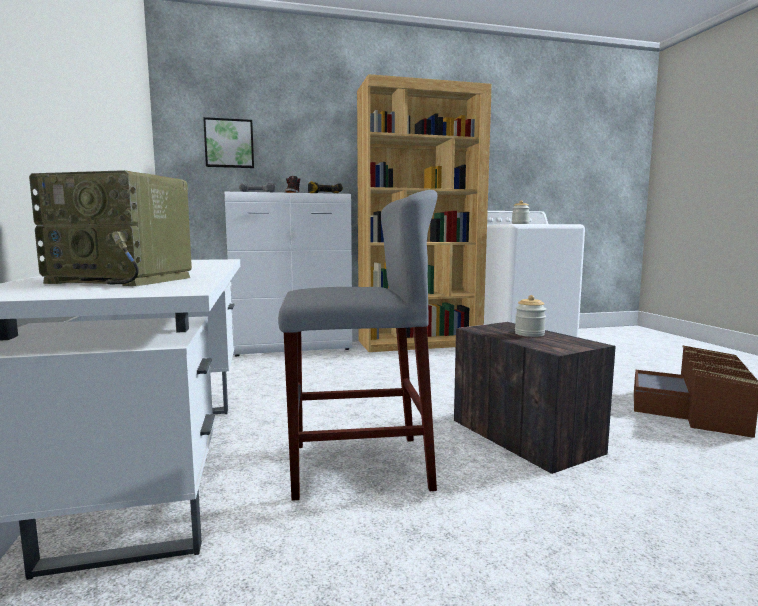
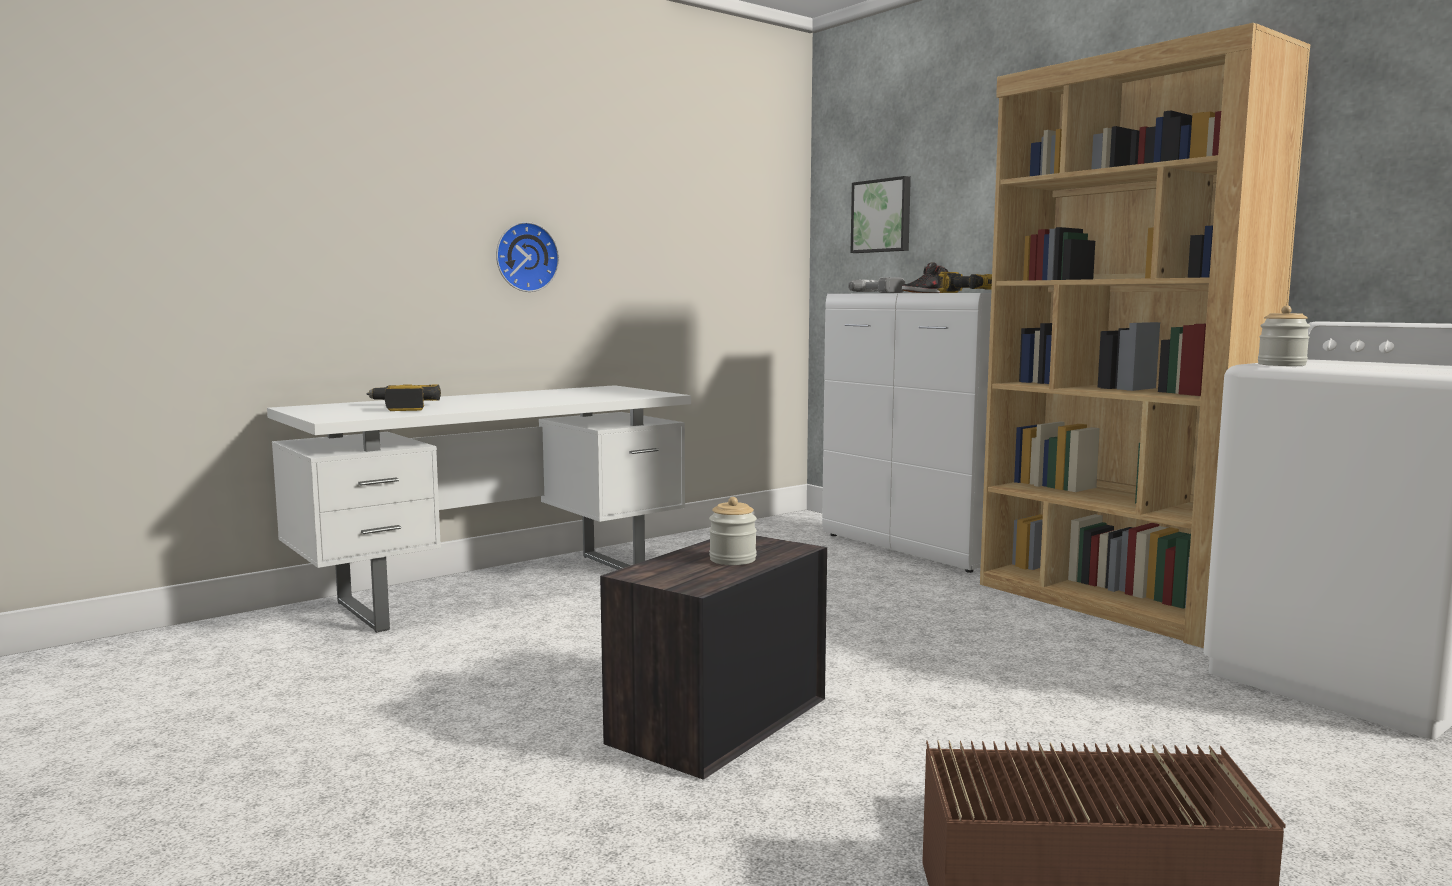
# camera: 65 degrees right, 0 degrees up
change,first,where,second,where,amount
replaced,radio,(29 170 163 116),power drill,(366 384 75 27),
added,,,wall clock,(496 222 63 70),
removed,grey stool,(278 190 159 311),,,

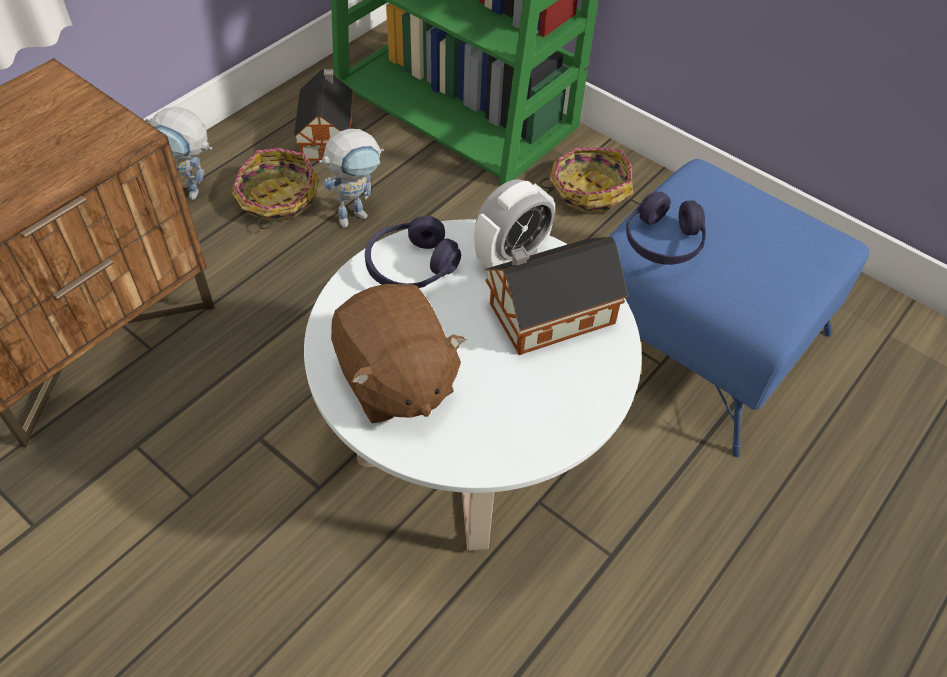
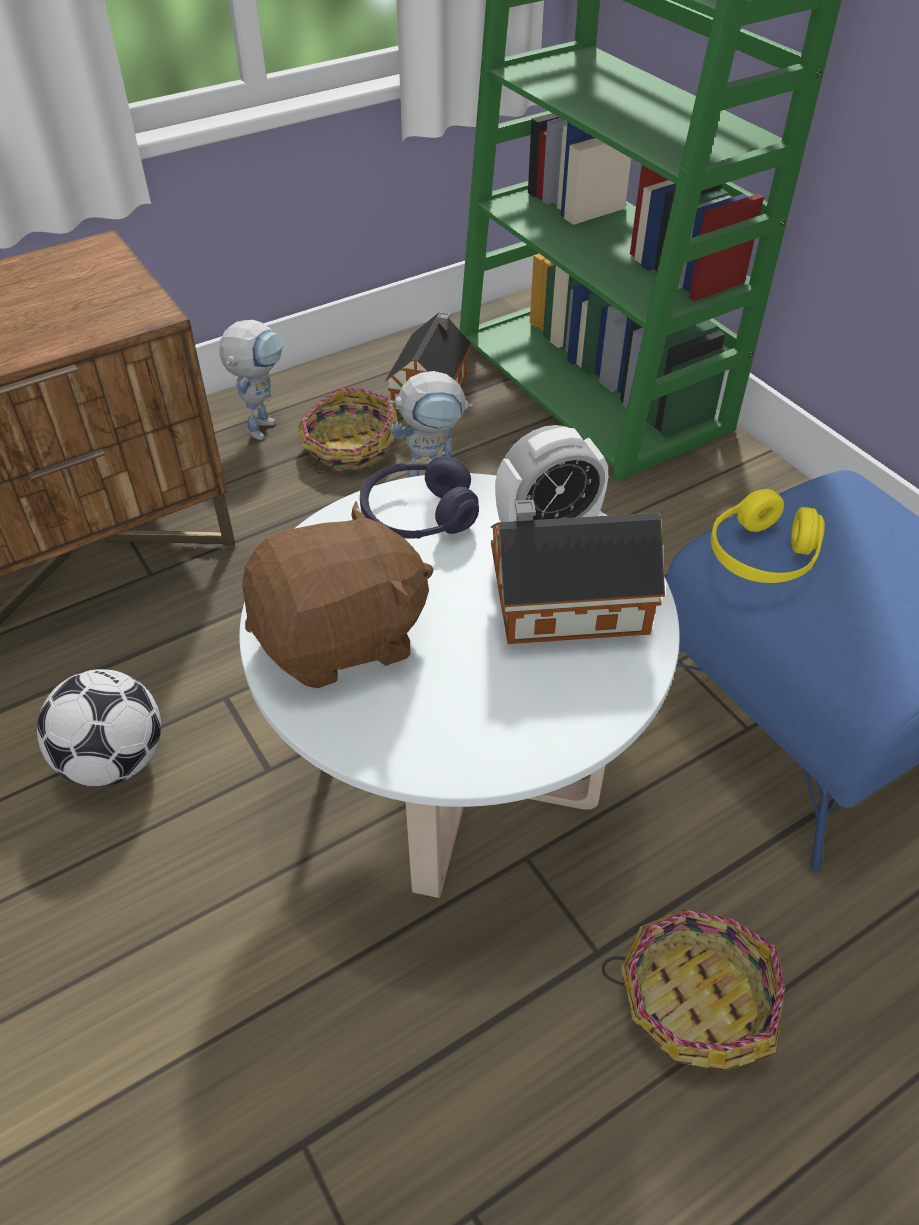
# camera: 20 degrees right, 5 degrees down
change,first,where,second,where,amount
added,,,football,(37 669 124 118),
turned,toy robot,(145 107 67 93),,(220 320 64 120),105 degrees counterclockwise
turned,brown plush toy,(331 284 135 139),,(242 501 192 187),105 degrees counterclockwise
moved,basket,(539 147 95 67),,(602 909 183 162),
recoloured,purple headphones,(626 192 80 73),yellow headphones,(711 489 114 94),

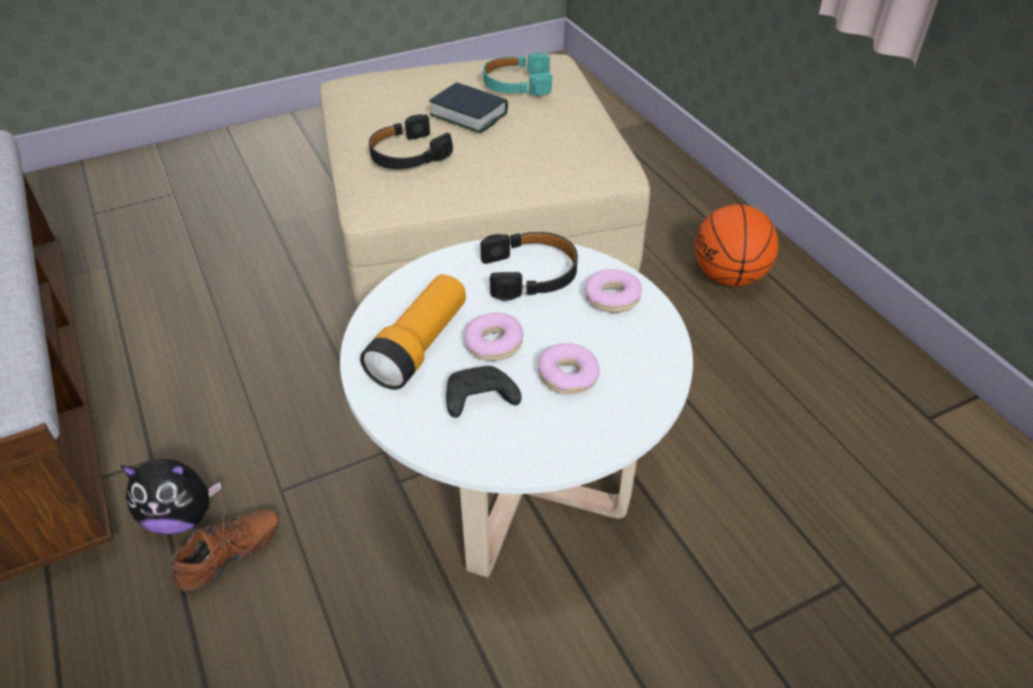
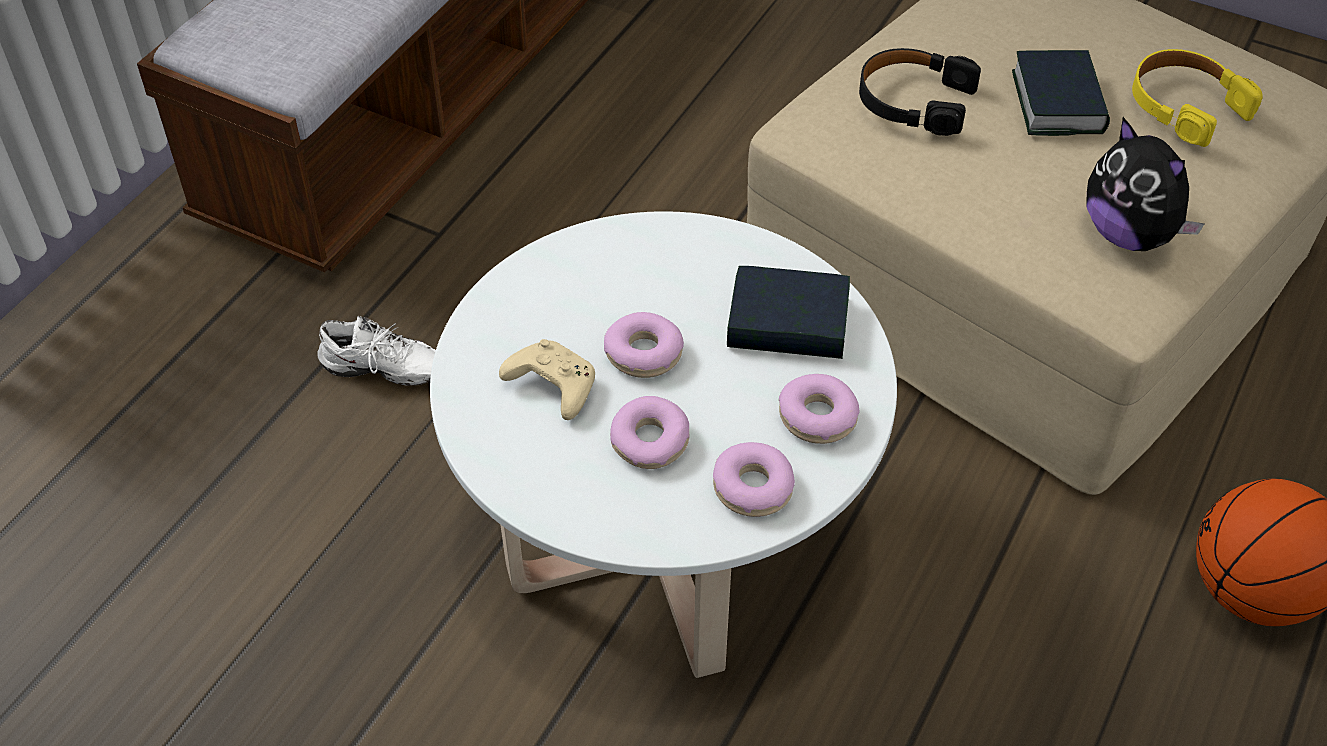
# camera: 55 degrees right, 5 degrees up
change,first,where,second,where,amount
recoloured,brown shoe,(171 509 108 84),white shoe,(317 316 119 70),
recoloured,black game controller,(446 366 76 52),beige game controller,(499 339 96 81),
added,,,donut,(713 442 82 75),
replaced,black headphones,(480 232 98 69),book,(727 266 123 93),
moved,plush toy,(120 459 101 75),,(1086 117 119 134),
recoloured,turquoise headphones,(483 53 69 43),yellow headphones,(1132 49 131 98),
removed,flashlight,(360 274 106 116),,,

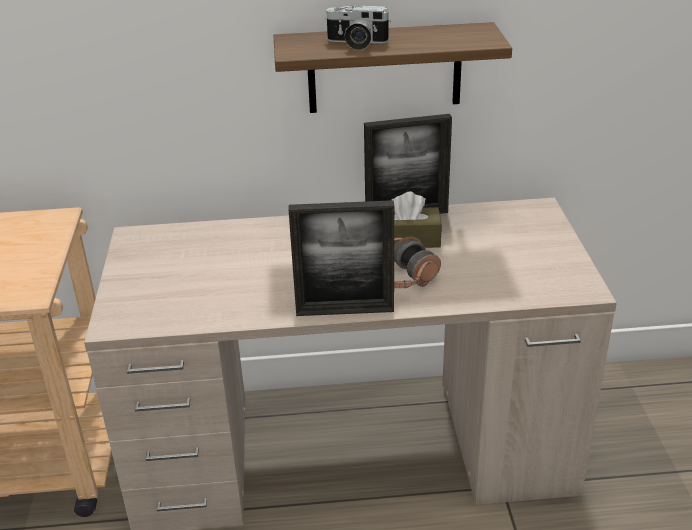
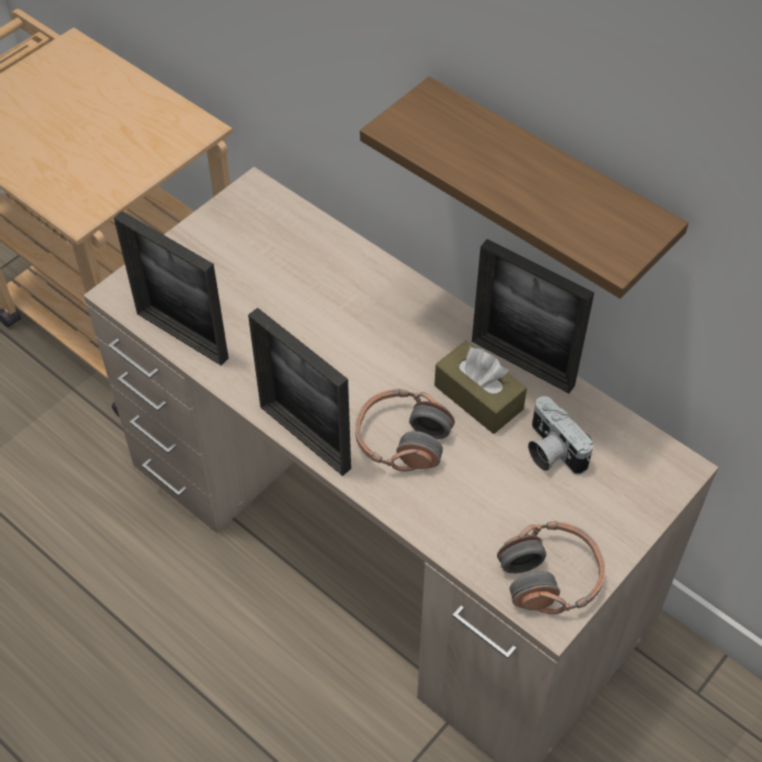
# camera: 45 degrees right, 20 degrees up
change,first,where,second,where,amount
added,,,picture frame,(114 211 115 155),
added,,,headphones,(497 521 108 93),
moved,photo camera,(325 5 66 45),,(528 396 65 79),

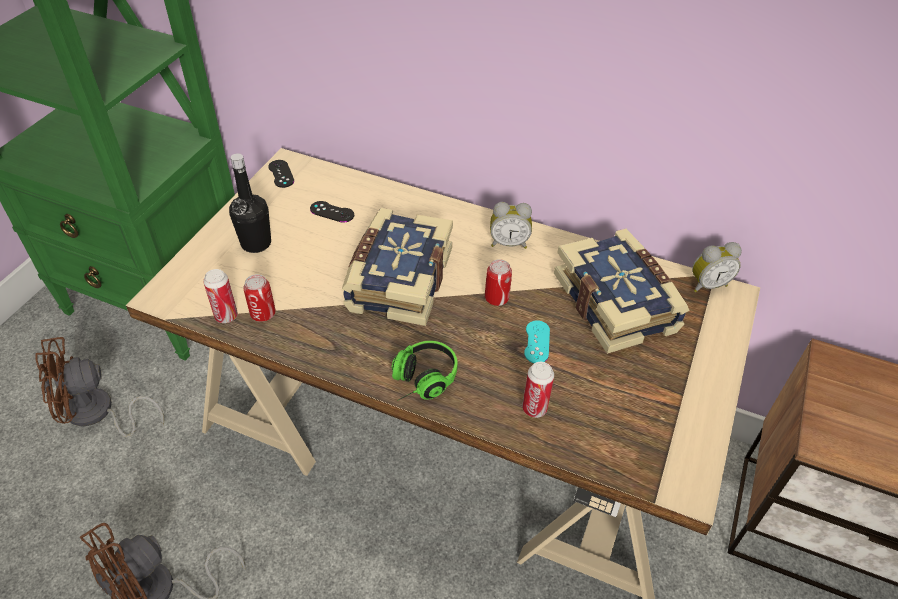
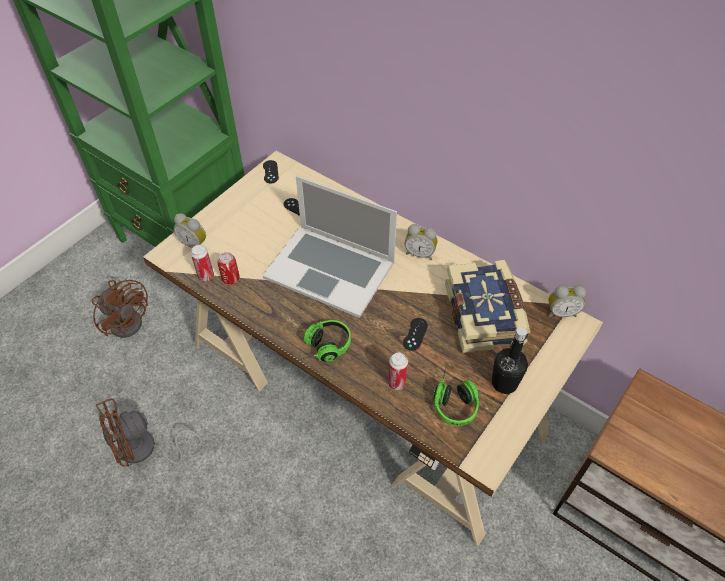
# camera: 15 degrees right, 5 degrees up
change,first,where,second,where,amount
turned,brown fan,(35 337 129 101),,(92 276 56 62),135 degrees counterclockwise
added,,,alarm clock,(174 213 32 35),
replaced,book,(342 208 111 118),laptop,(263 176 134 142),
recoloured,turquoise game controller,(524 320 26 43),black game controller,(403 318 25 33),
added,,,headphones,(433 367 47 59),
moved,black bottle,(229 153 42 100),,(492 327 36 67),
removed,can,(485 259 27 47),,,

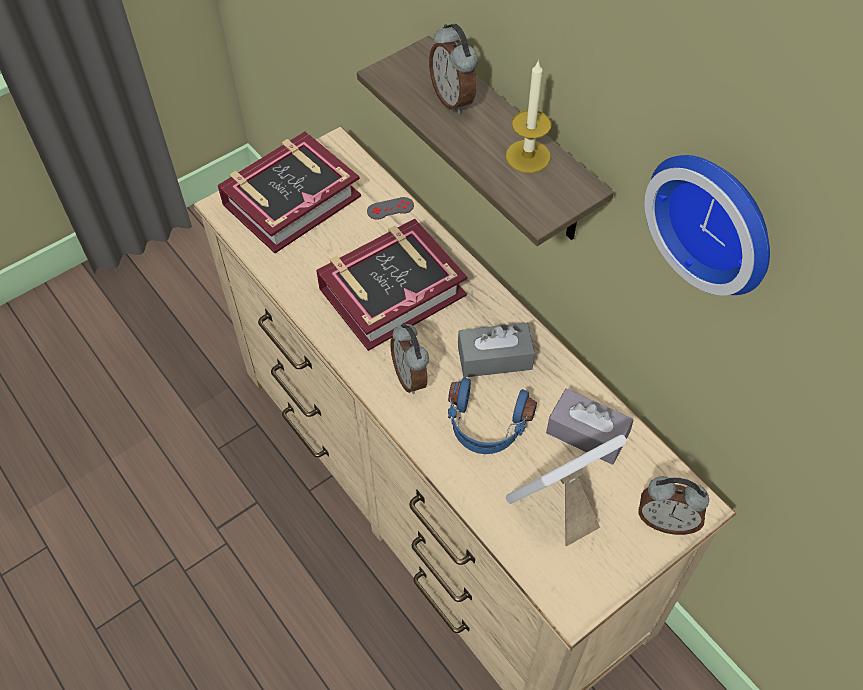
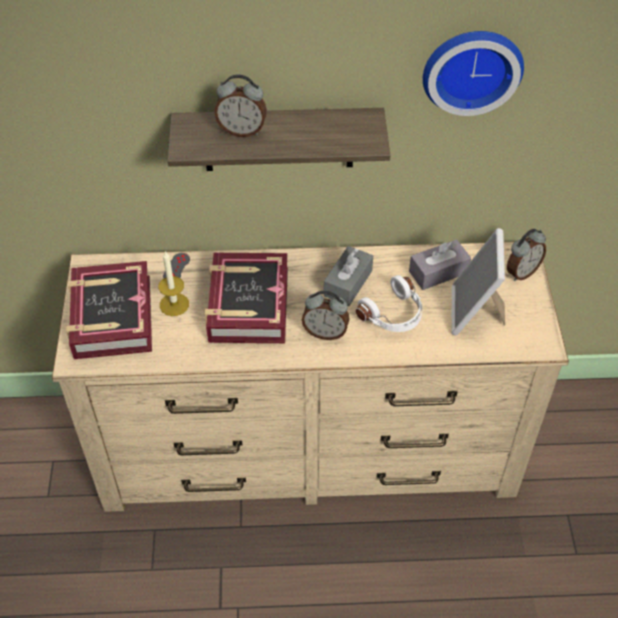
# camera: 55 degrees left, 5 degrees down
change,first,where,second,where,amount
moved,candle,(506 60 45 113),,(158 250 31 66),
recoloured,blue headphones,(448 377 89 77),white headphones,(356 275 66 57),

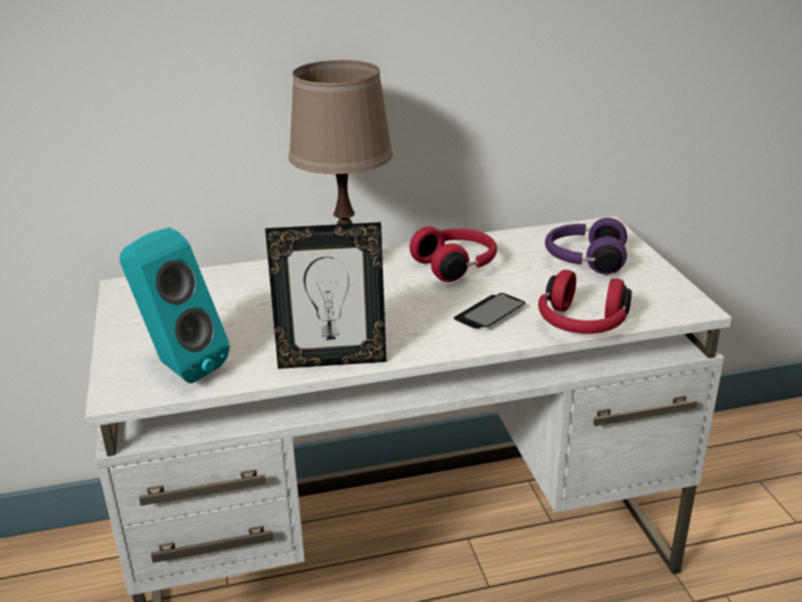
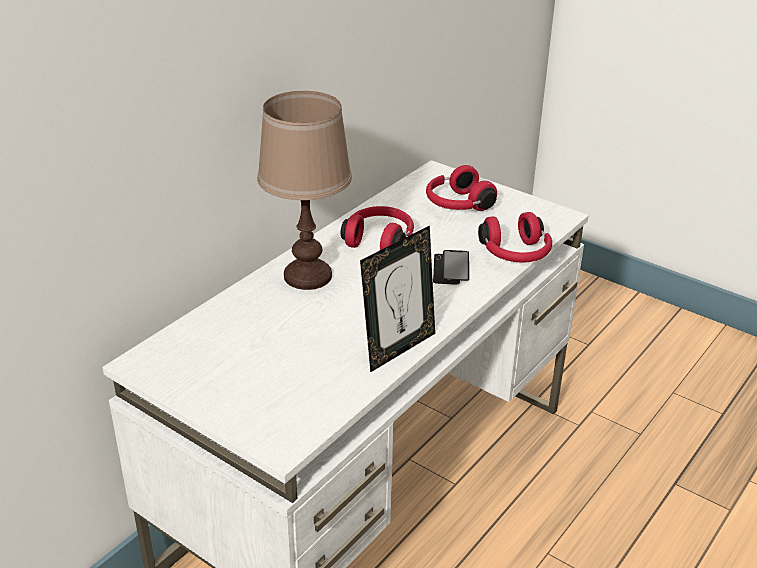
# camera: 40 degrees left, 5 degrees up
change,first,where,second,where,amount
recoloured,purple headphones,(545 218 82 56),red headphones,(426 165 71 46),
removed,turquoise speaker,(119 228 111 155),,,

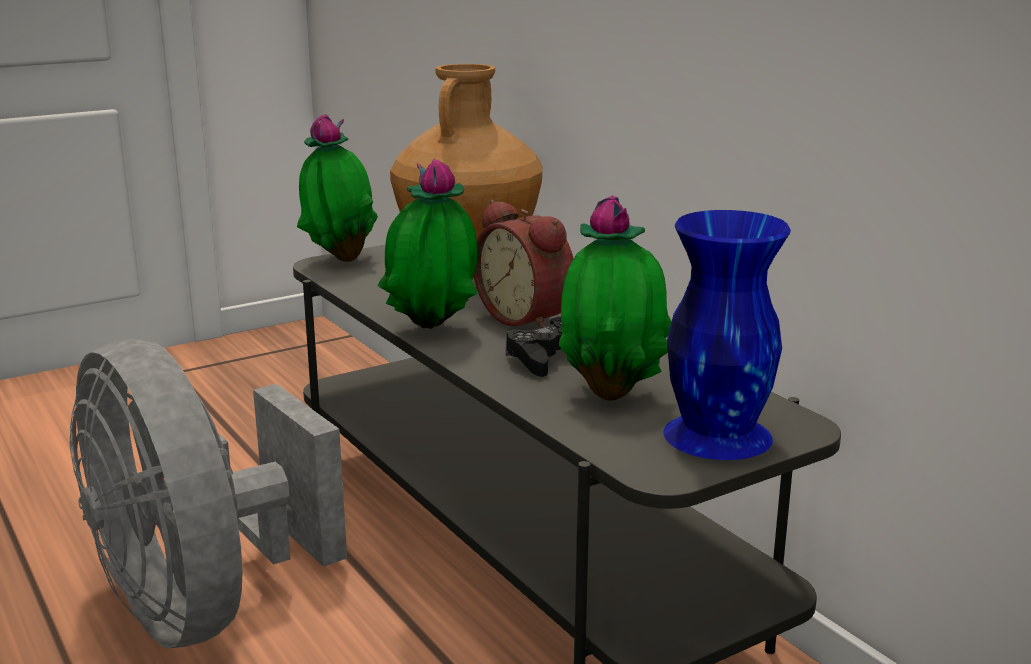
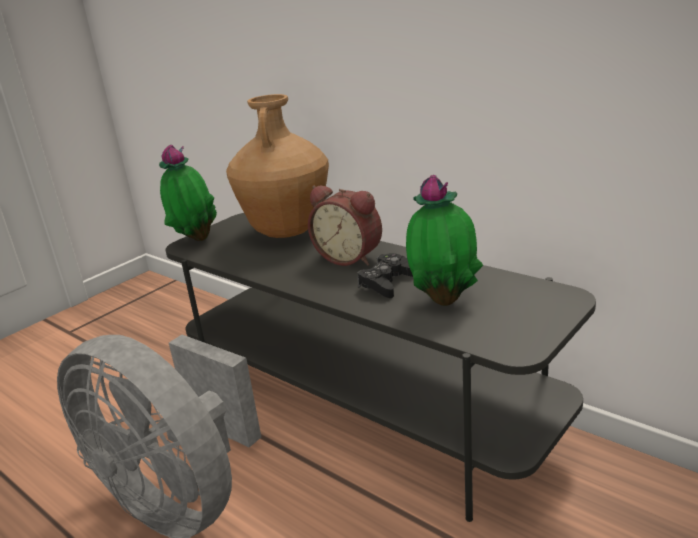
# camera: 15 degrees left, 5 degrees up
change,first,where,second,where,amount
removed,potted plant,(378 159 99 170),,,
removed,blue vase,(663 210 128 250),,,

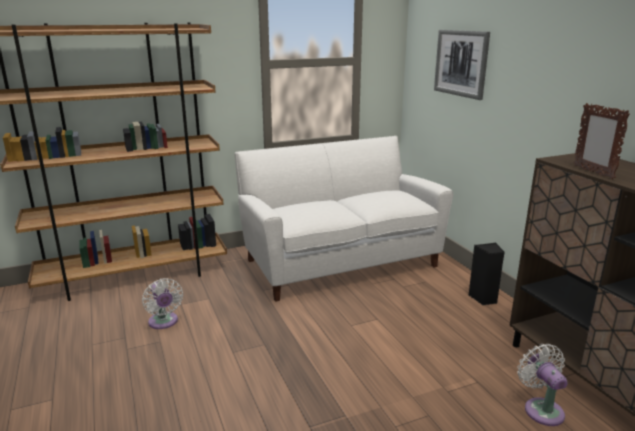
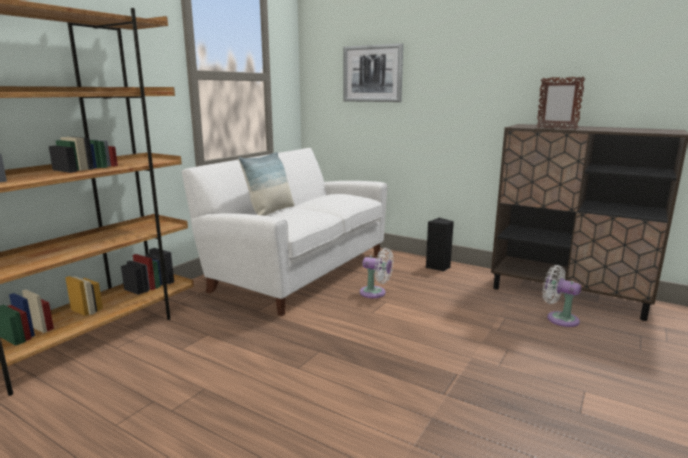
# camera: 35 degrees left, 5 degrees down
change,first,where,second,where,amount
added,,,pillow,(238 152 56 64),
moved,white fan,(142 278 41 51),,(360 248 34 50),

